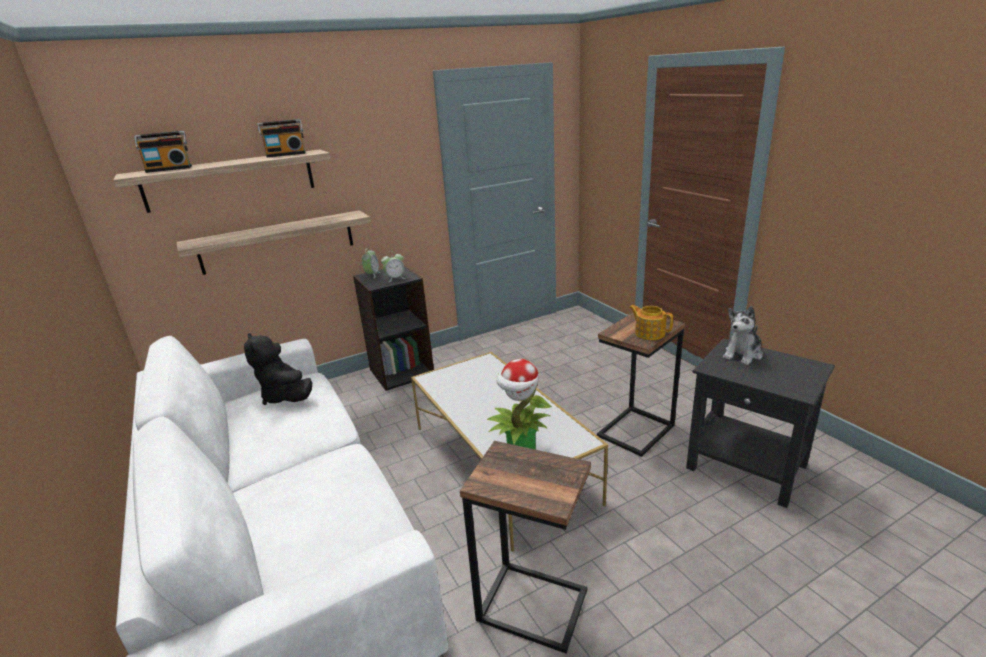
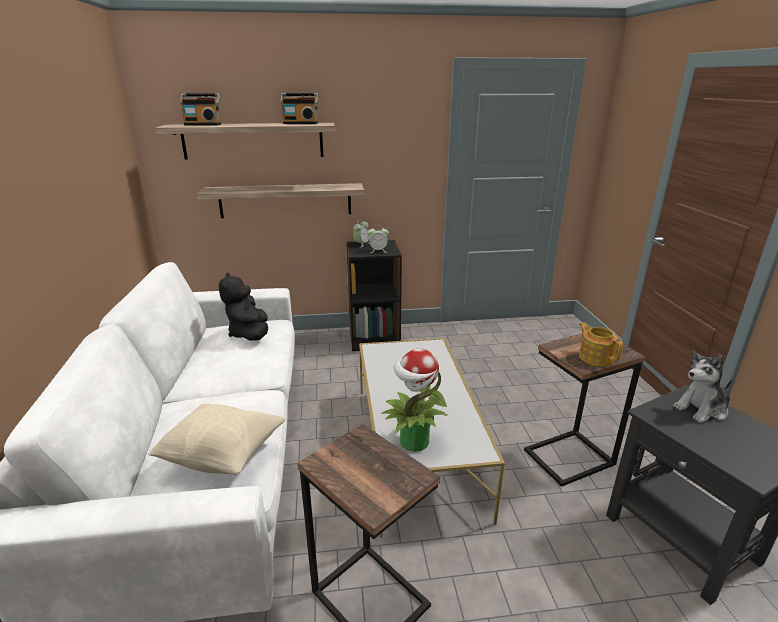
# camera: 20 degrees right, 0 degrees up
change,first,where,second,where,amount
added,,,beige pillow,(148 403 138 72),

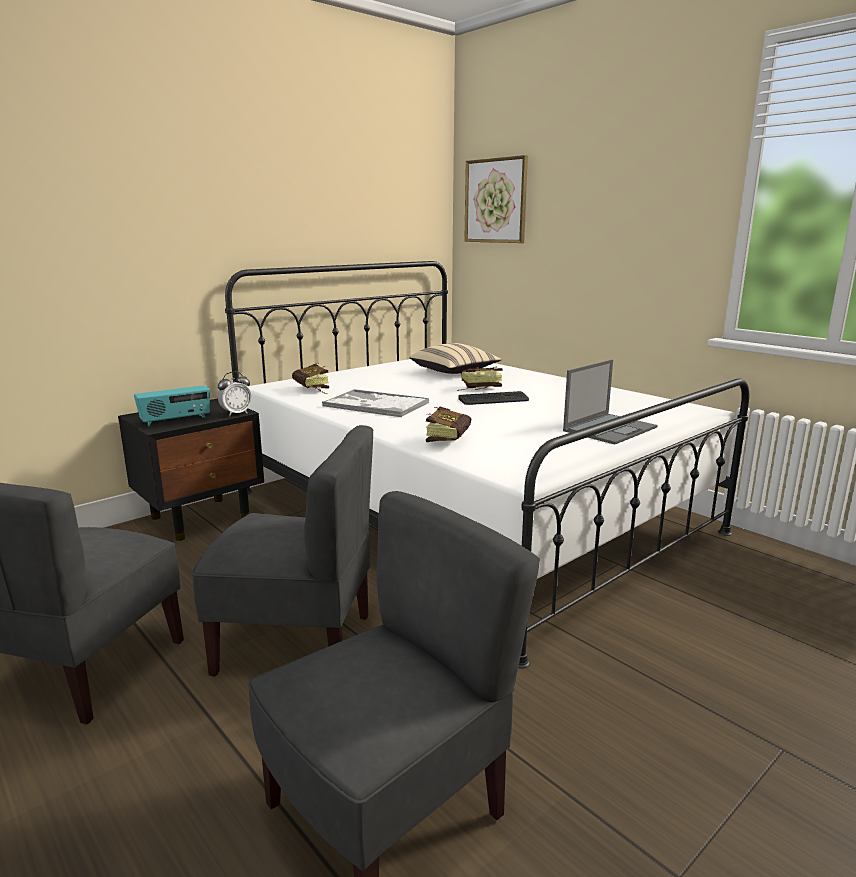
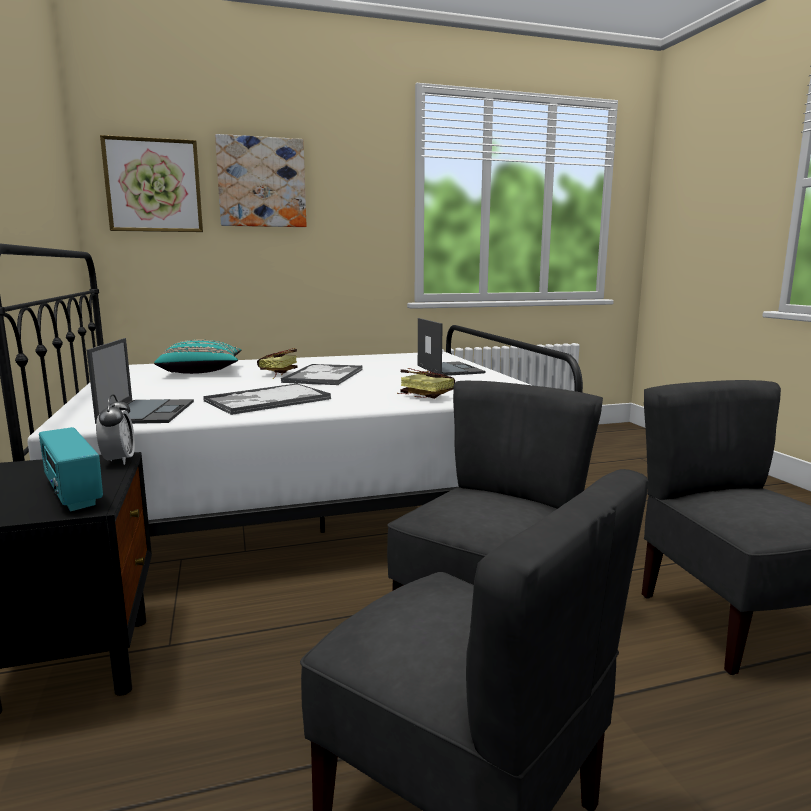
# camera: 65 degrees left, 5 degrees down
change,first,where,second,where,amount
turned,radio,(134 385 76 41),,(39 427 64 85),150 degrees clockwise
replaced,book,(292 363 37 32),laptop,(87 338 107 86),
recoloured,beige pillow,(409 343 93 31),turquoise pillow,(154 340 87 34),
added,,,picture,(215 134 92 93),
replaced,keyboard,(458 391 71 14),tray,(280 364 82 21),

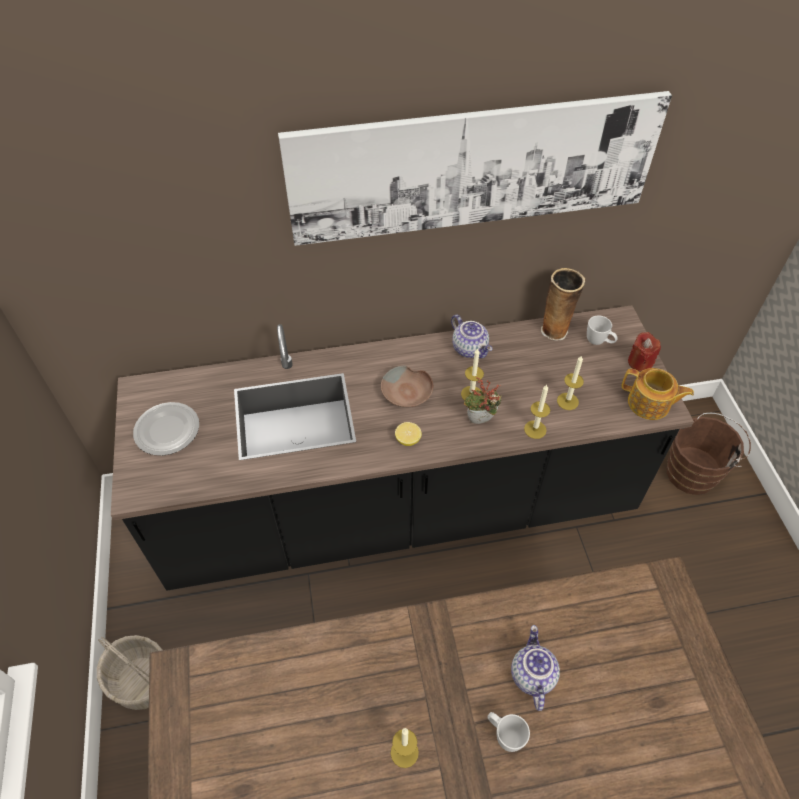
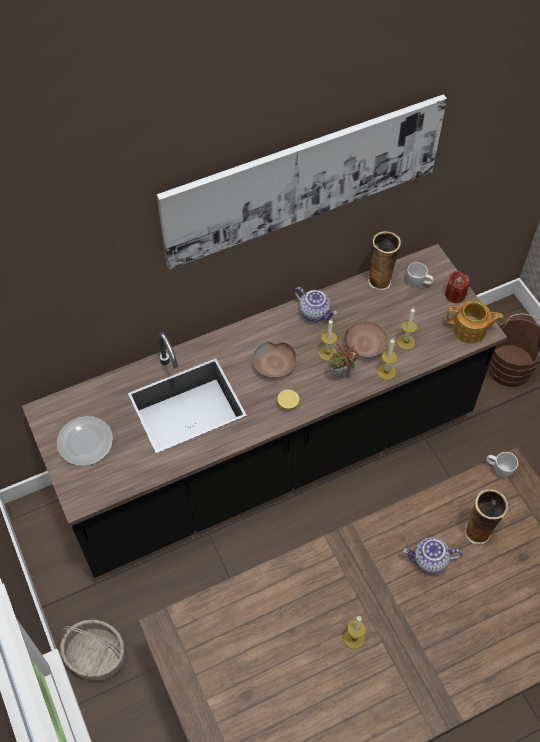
# camera: 15 degrees left, 5 degrees up
change,first,where,second,where,amount
added,,,brown bowl,(344 321 44 37),
turned,teapot,(511 625 49 86),,(403 537 60 37),75 degrees counterclockwise
added,,,vase,(465 489 43 55),
moved,white mug,(487 712 43 40),,(486 452 32 26),

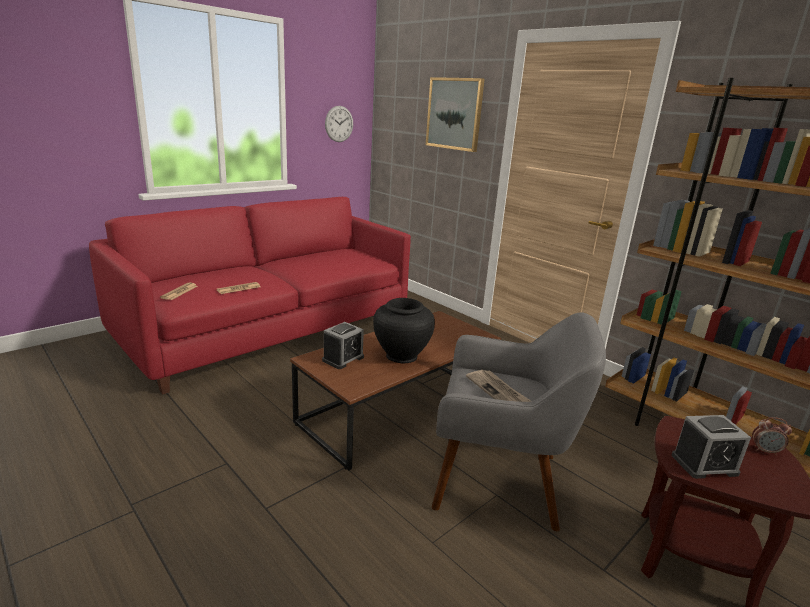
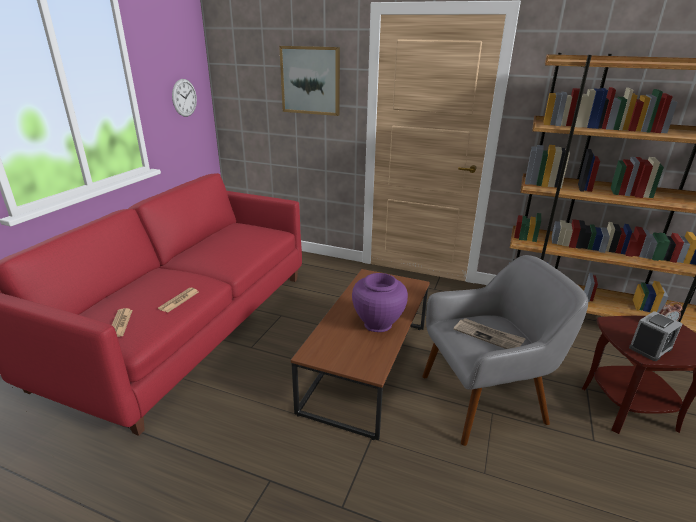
# camera: 25 degrees left, 5 degrees up
change,first,where,second,where,amount
recoloured,black vase,(373 298 62 65),purple vase,(352 273 56 59),
removed,alarm clock,(322 322 42 47),,,

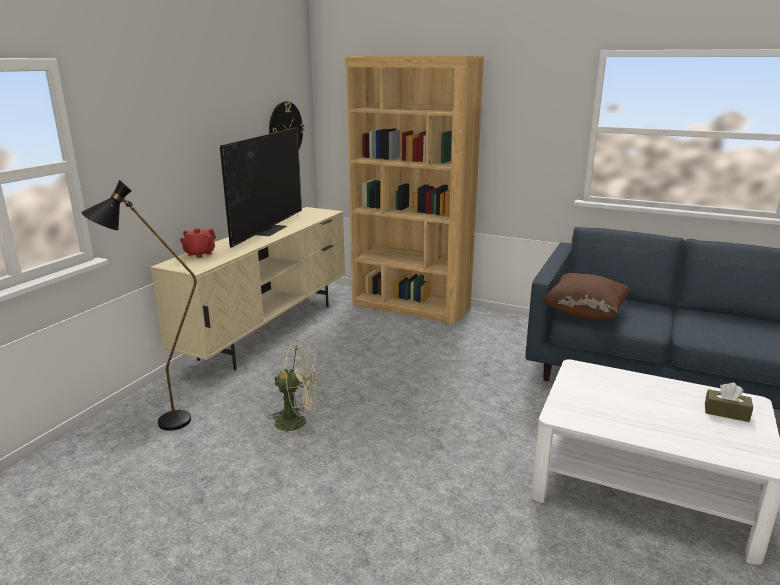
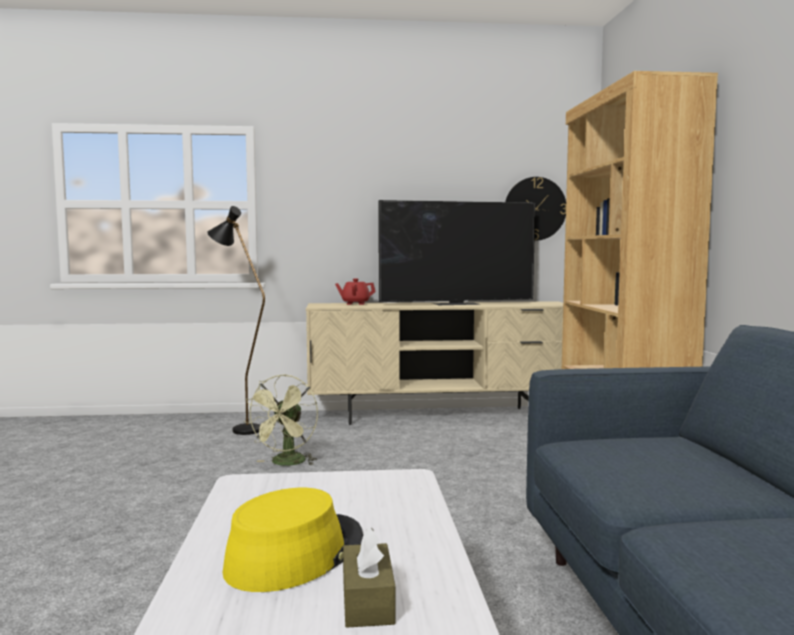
# camera: 60 degrees right, 15 degrees down
change,first,where,second,where,amount
added,,,yellow hat,(223 488 140 104),
turned,green fan,(268 344 52 95),,(244 374 74 92),45 degrees clockwise
removed,brown pillow,(542 273 88 47),,,

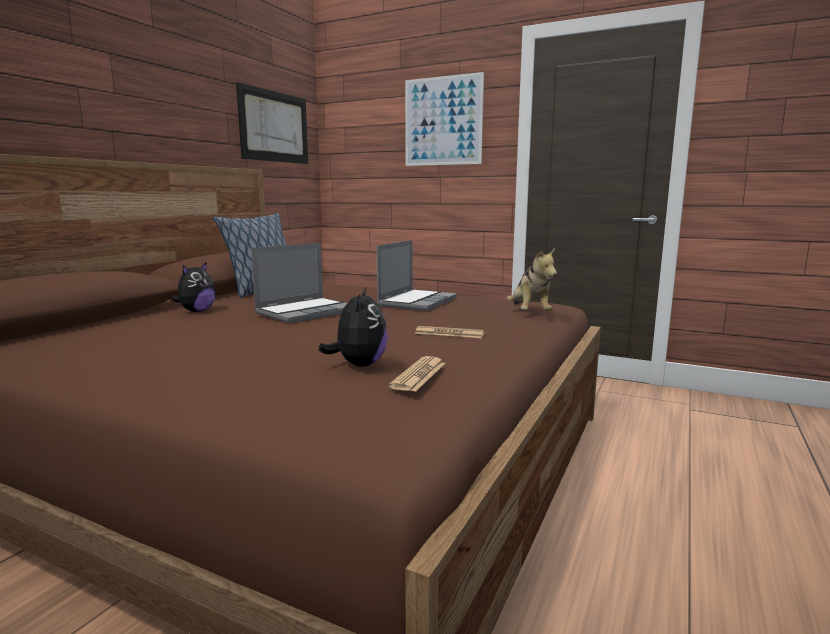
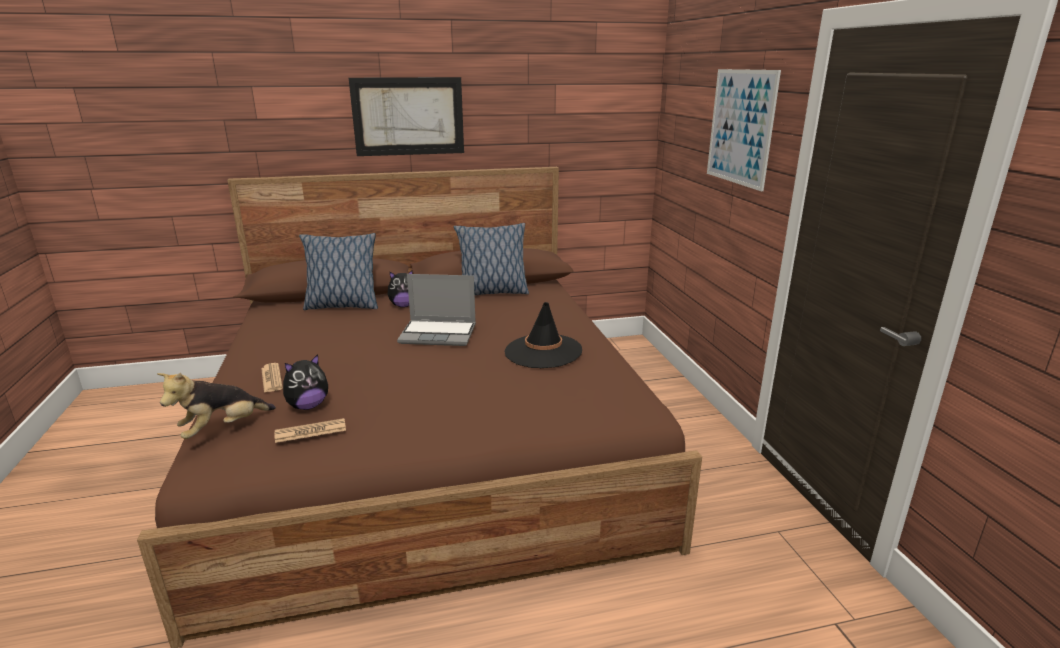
# camera: 50 degrees right, 10 degrees up
change,first,where,second,where,amount
moved,plush toy,(507 248 50 63),,(157 372 119 67),
moved,newspaper,(415 326 70 12),,(261 363 22 30),
added,,,pillow,(299 233 79 77),
moved,picture,(236 82 72 82),,(349 77 115 79),
replaced,laptop,(377 240 80 71),black hat,(505 302 77 66),

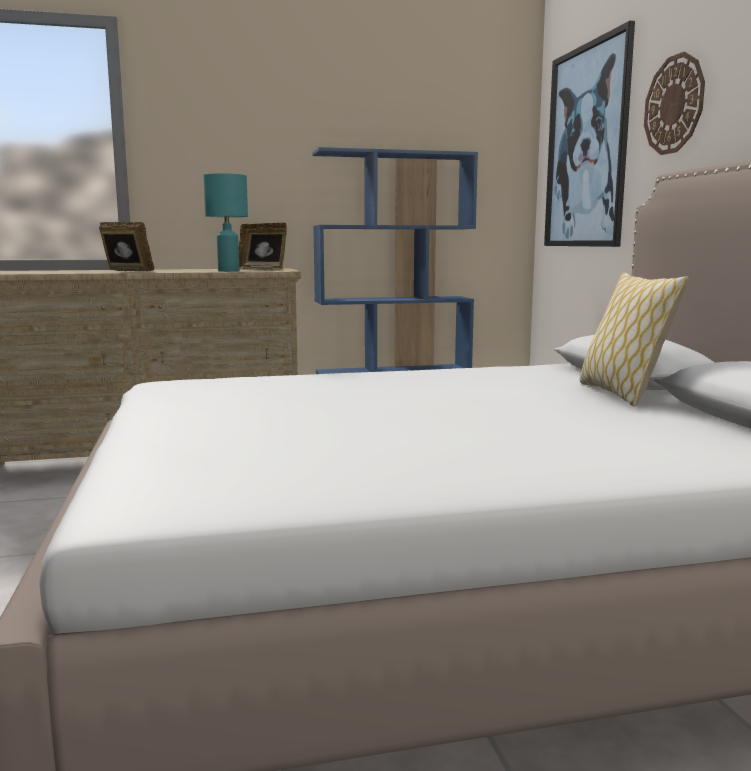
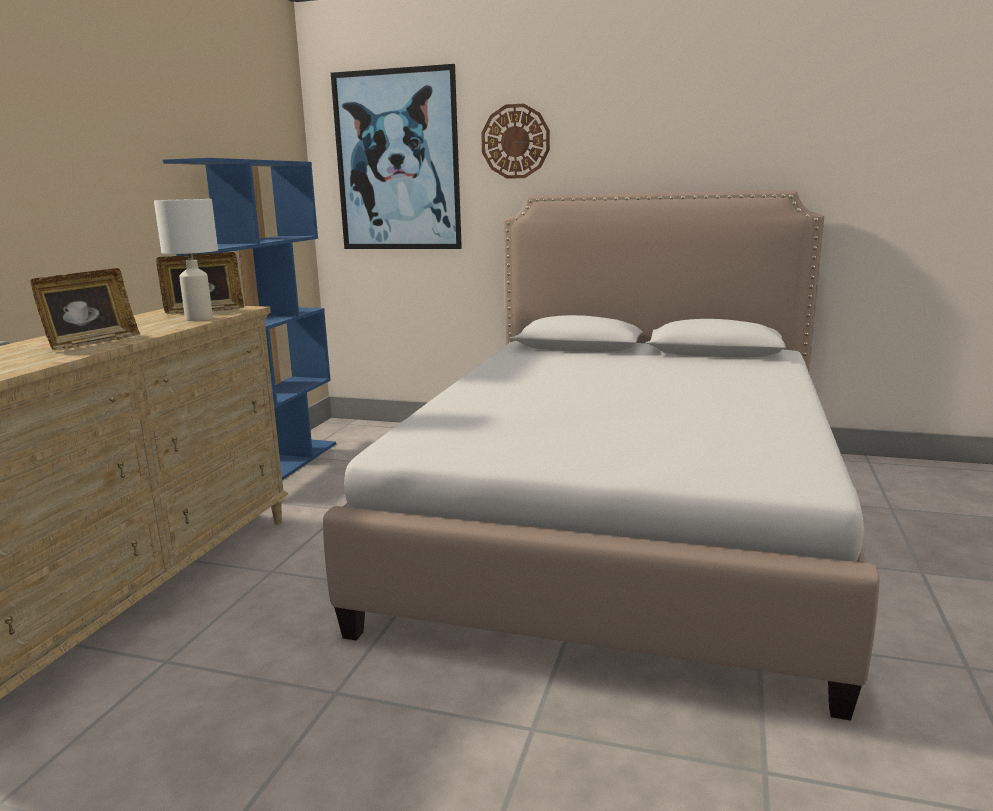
# camera: 60 degrees left, 5 degrees up
change,first,where,second,where,amount
turned,picture frame,(99 222 55 49),,(30 268 110 82),150 degrees clockwise
recoloured,turquoise table lamp,(203 173 45 99),white table lamp,(154 199 64 122),
removed,pillow,(580 272 109 134),,,

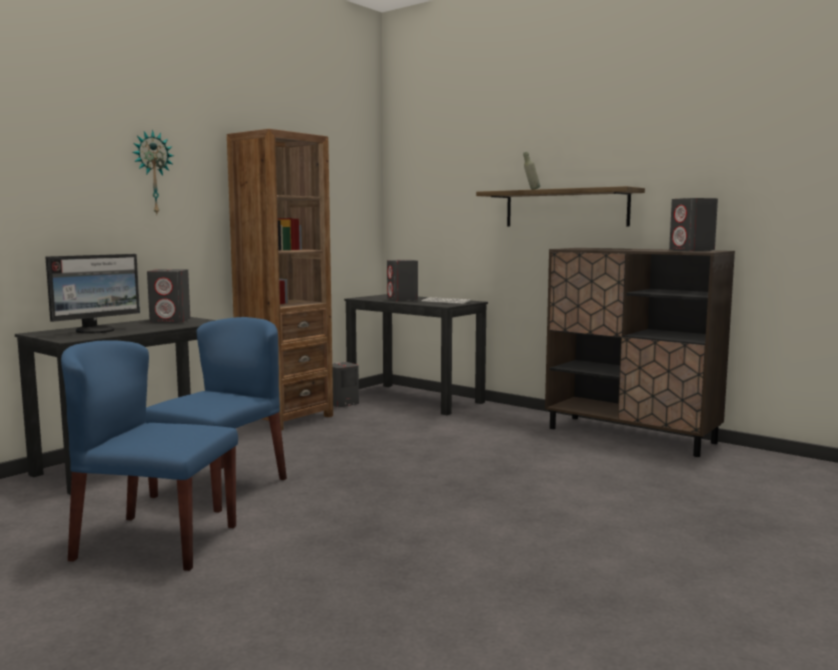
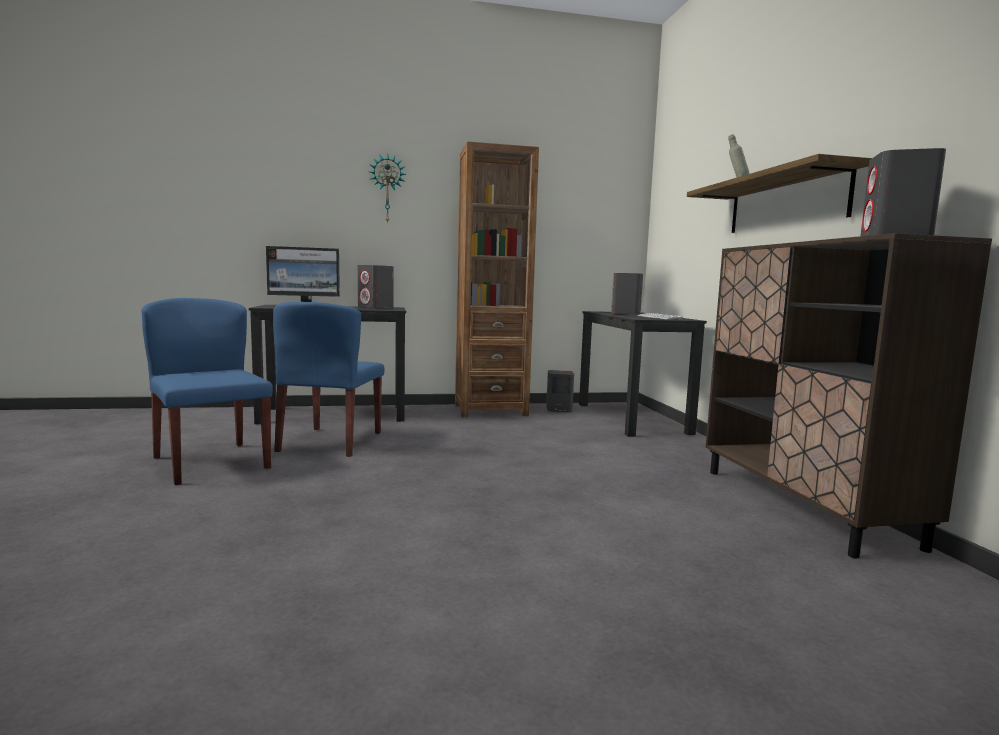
# camera: 40 degrees right, 0 degrees up
change,first,where,second,where,amount
turned,blue chair,(146 317 141 196),,(273 302 111 155),120 degrees clockwise

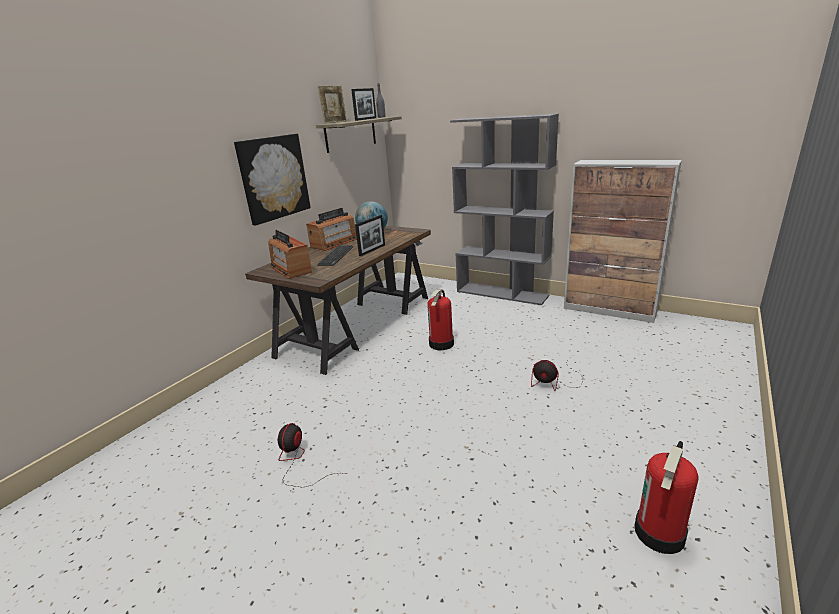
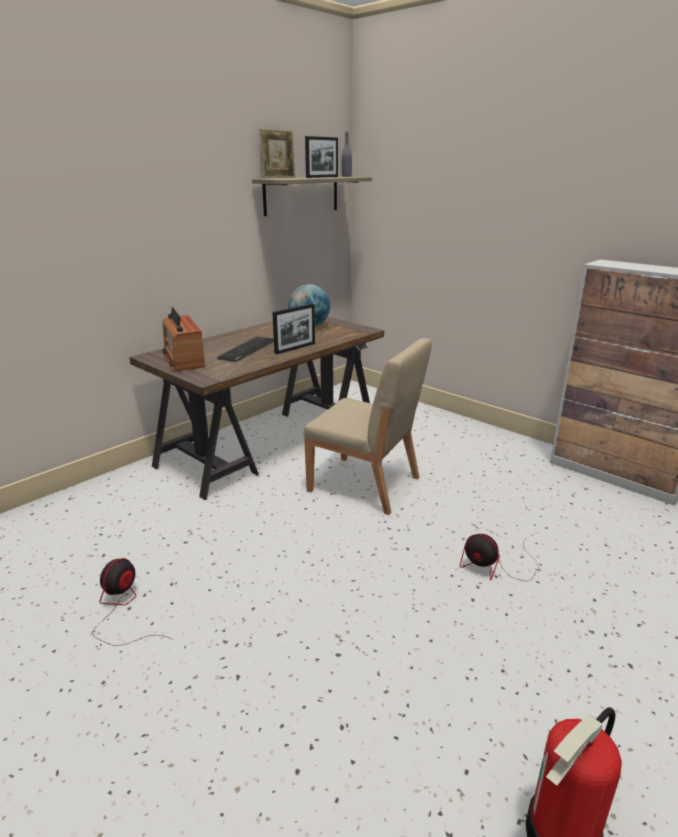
# camera: 10 degrees right, 0 degrees up
change,first,where,second,where,amount
replaced,fire extinguisher,(427 289 27 61),beige chair,(303 338 129 177),
removed,picture,(234 134 77 92),,,
removed,radio,(306 208 51 43),,,
removed,grey bookcase,(450 114 109 191),,,

